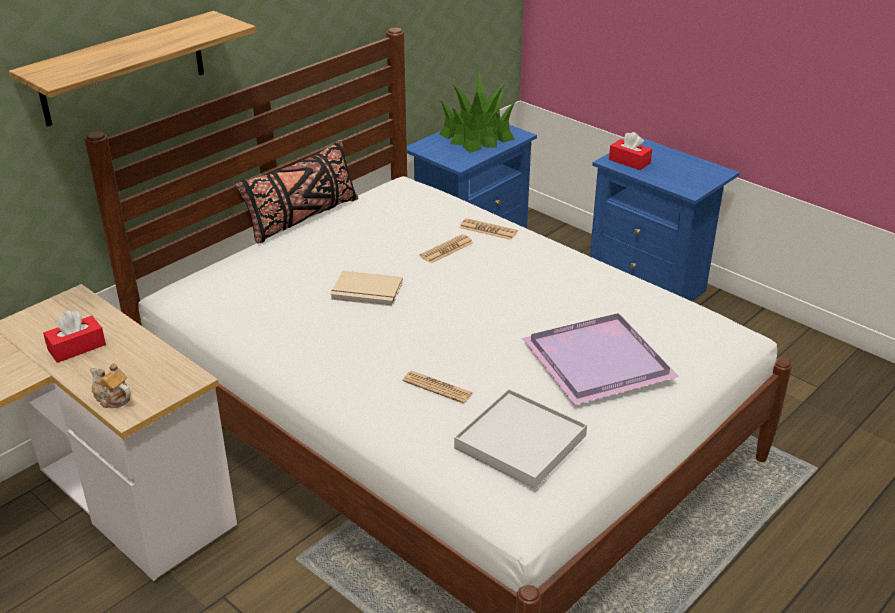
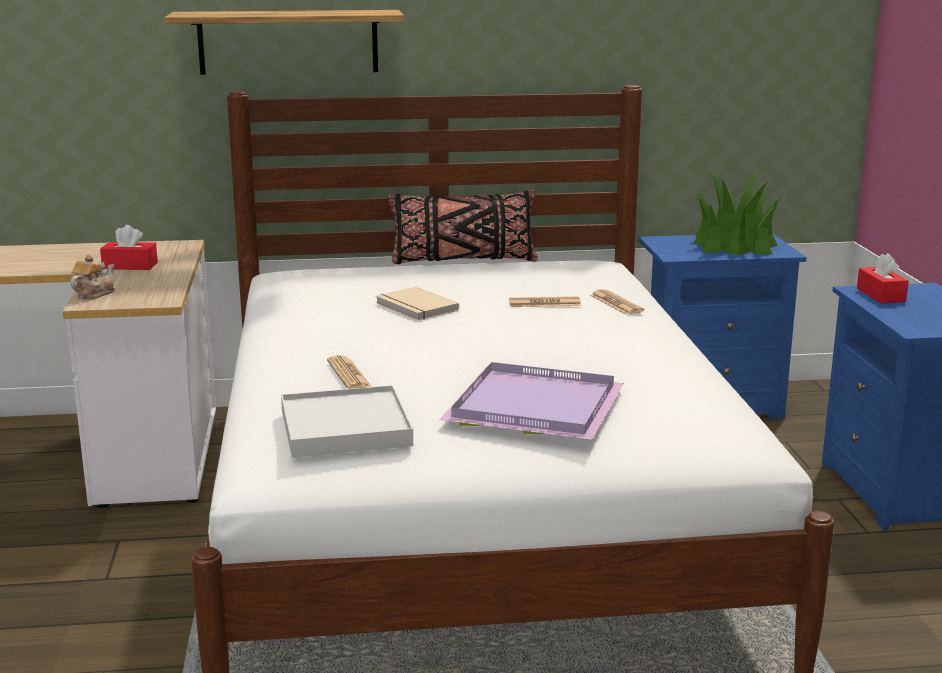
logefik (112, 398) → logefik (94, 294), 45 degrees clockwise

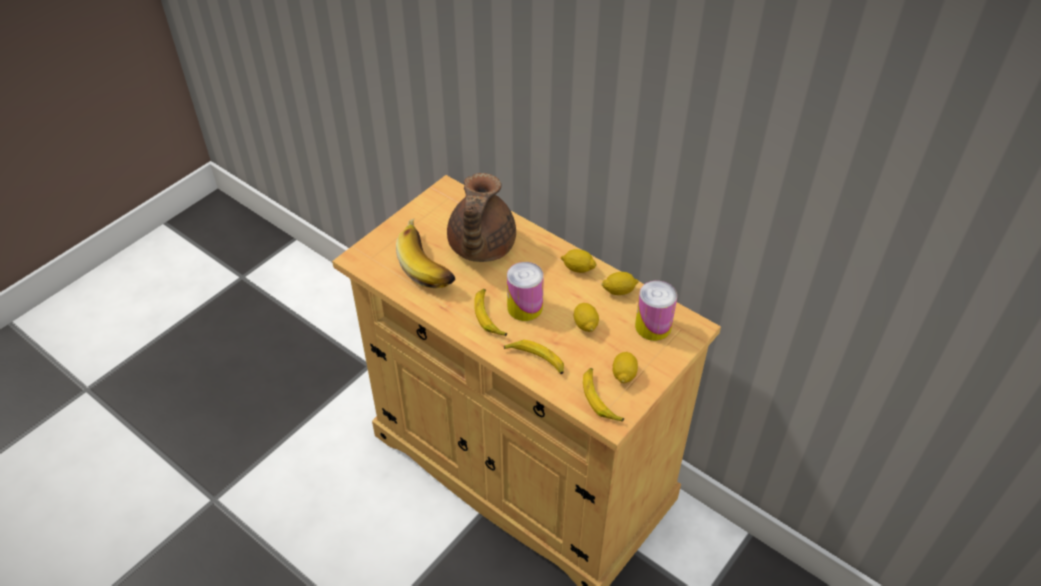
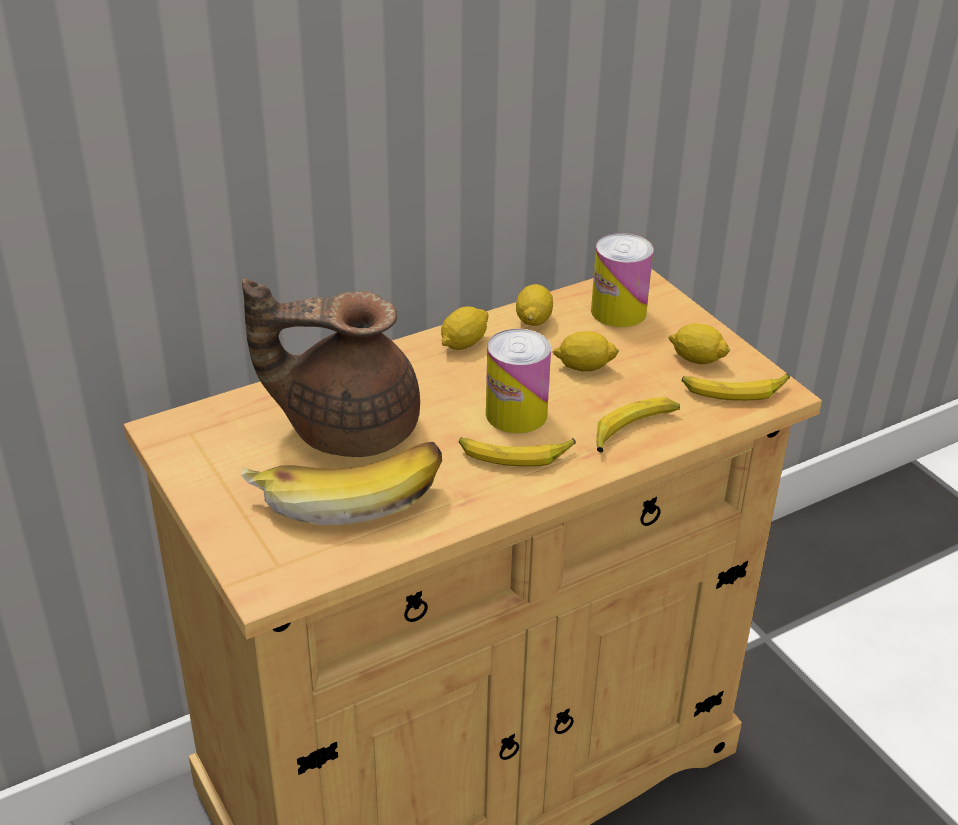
brown logefik (480, 247) → brown logefik (347, 427), 150 degrees clockwise

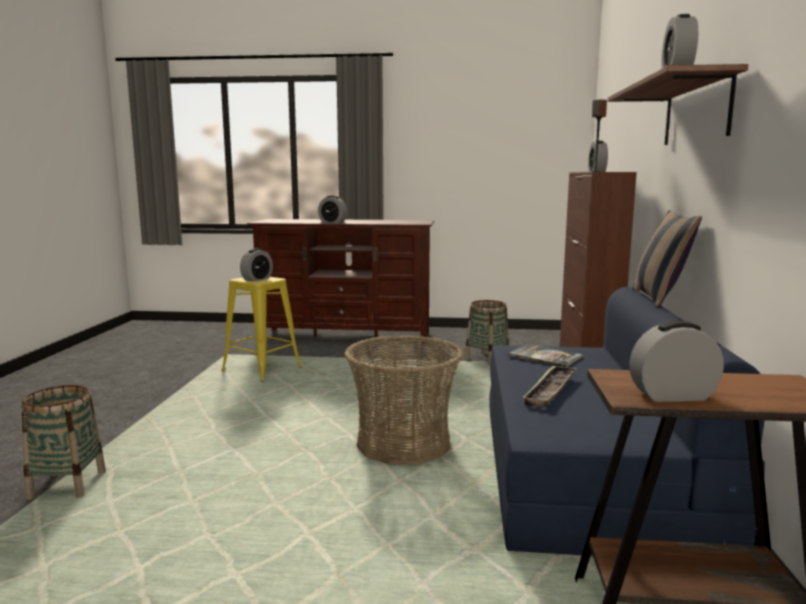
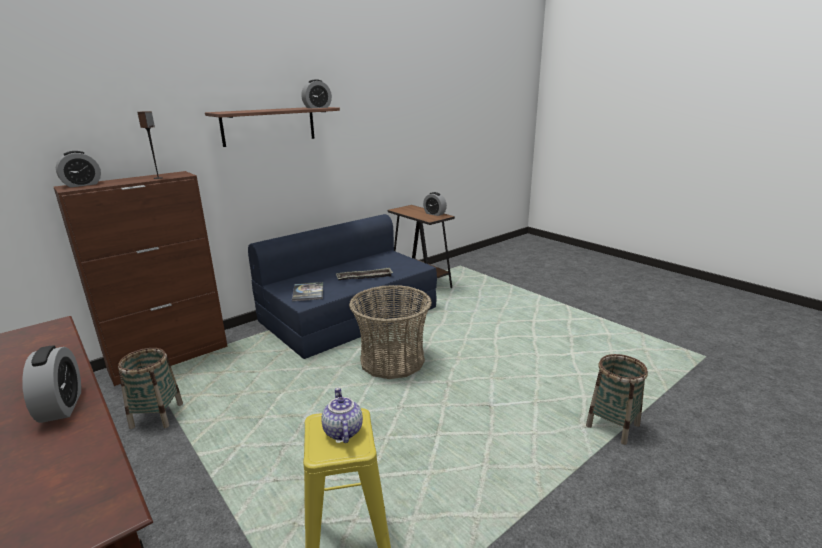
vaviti (257, 279) → logefik (342, 431)
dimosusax (659, 298) → -

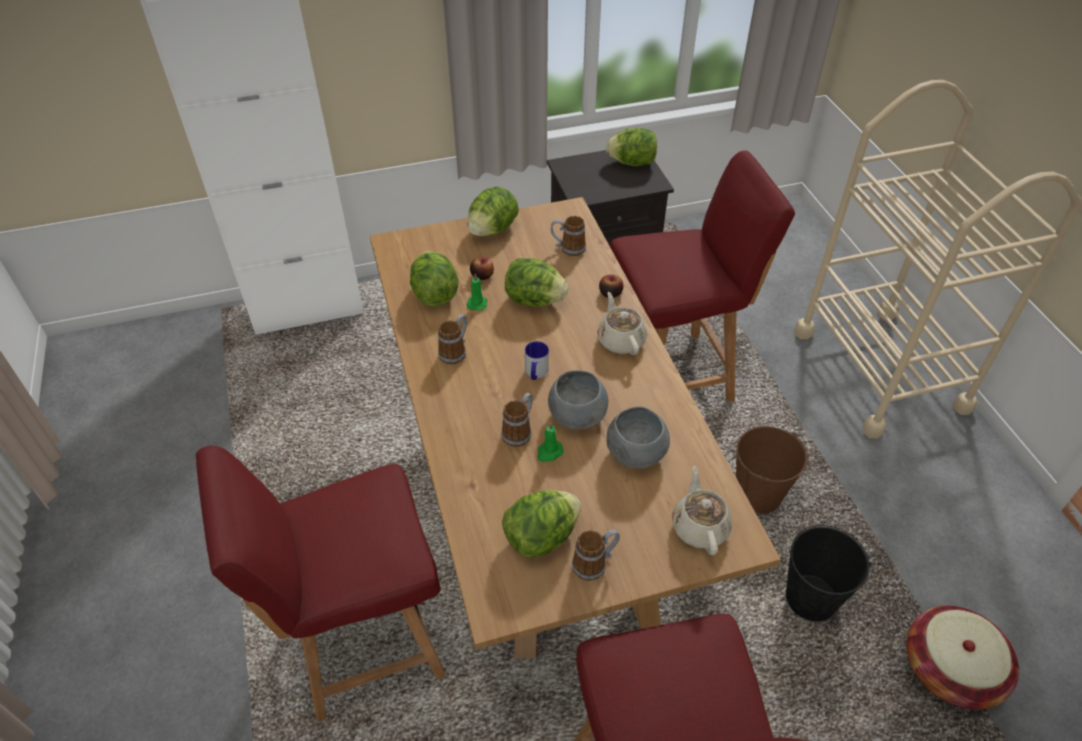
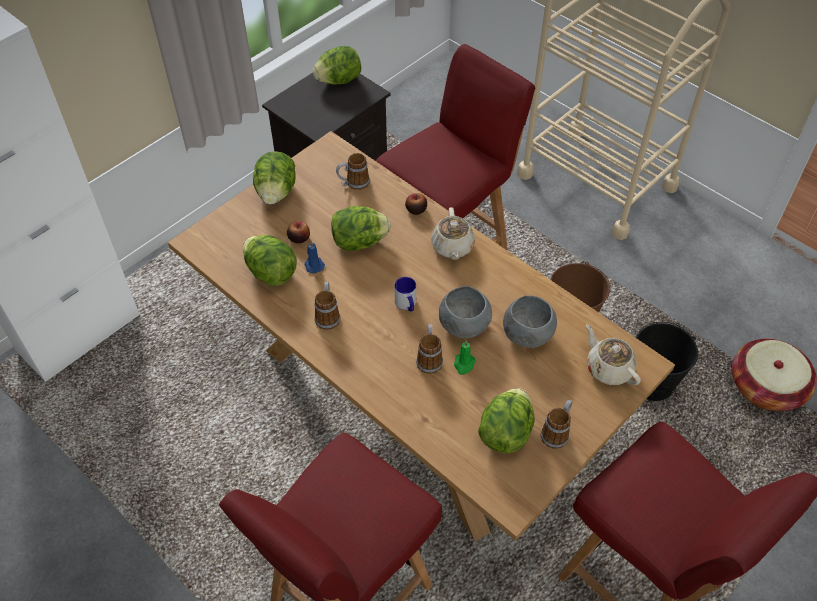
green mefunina (477, 303) → blue mefunina (313, 265)
beige logefik (620, 340) → beige logefik (452, 247), 135 degrees counterclockwise

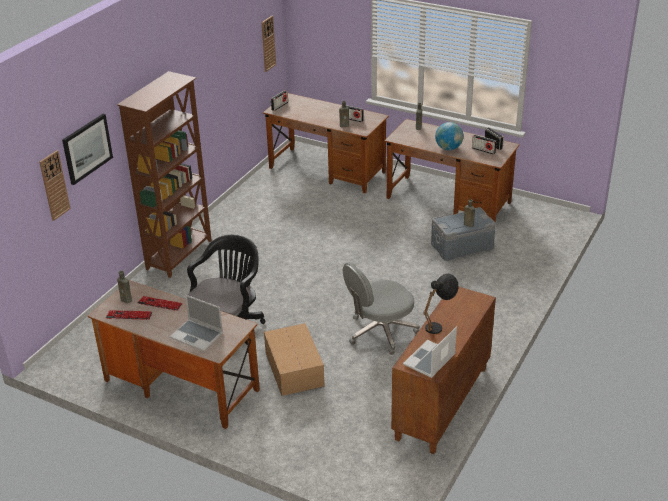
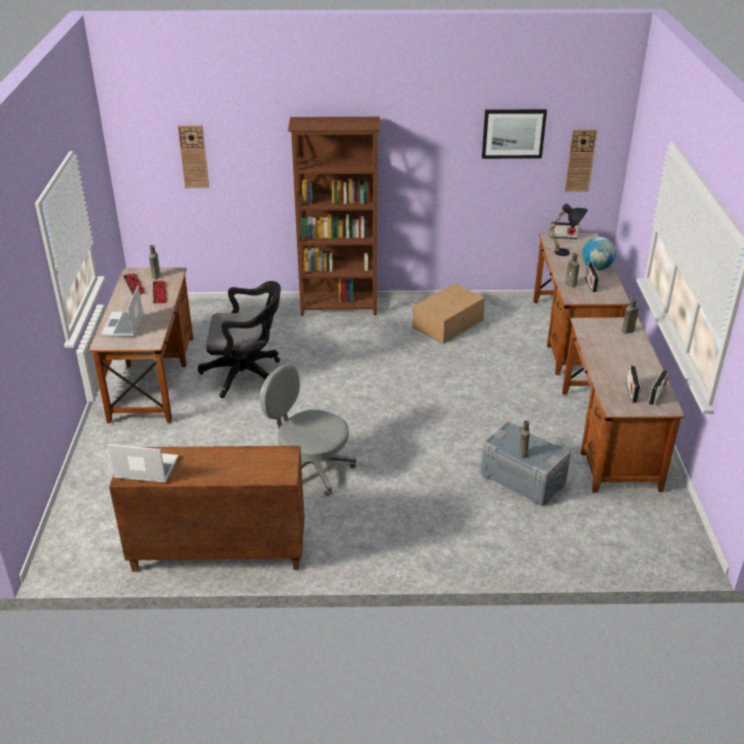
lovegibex (87, 148) → lovegibex (513, 133), shifted
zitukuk (294, 368) → zitukuk (449, 323), shifted
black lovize (439, 326) → black lovize (567, 254), shifted
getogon (448, 148) → getogon (596, 268), shifted

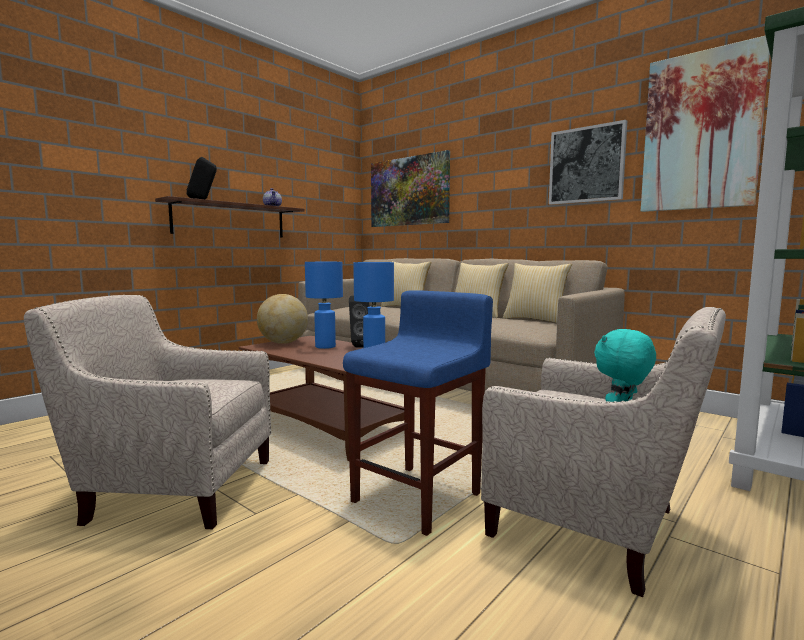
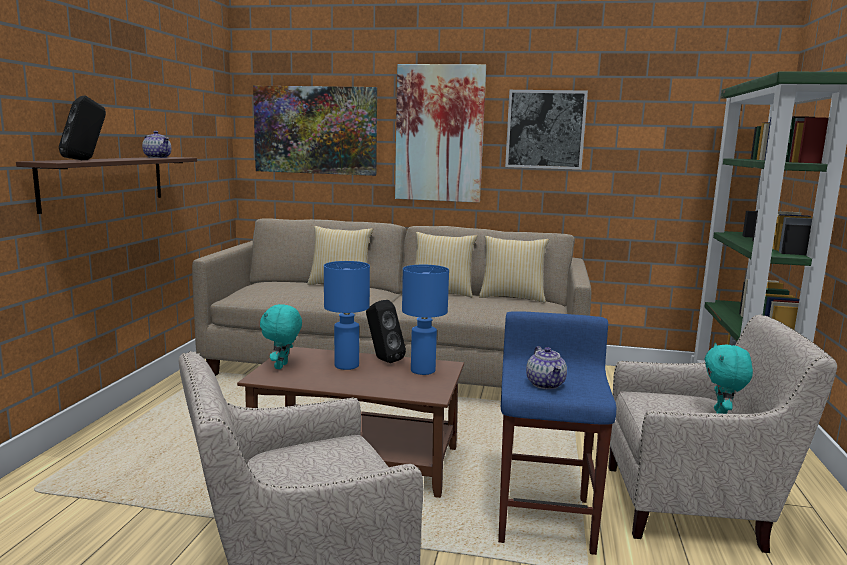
getogon (283, 343) → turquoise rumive (282, 366)
lovegibex (700, 131) → lovegibex (439, 134), shifted
- → logefik (546, 384)

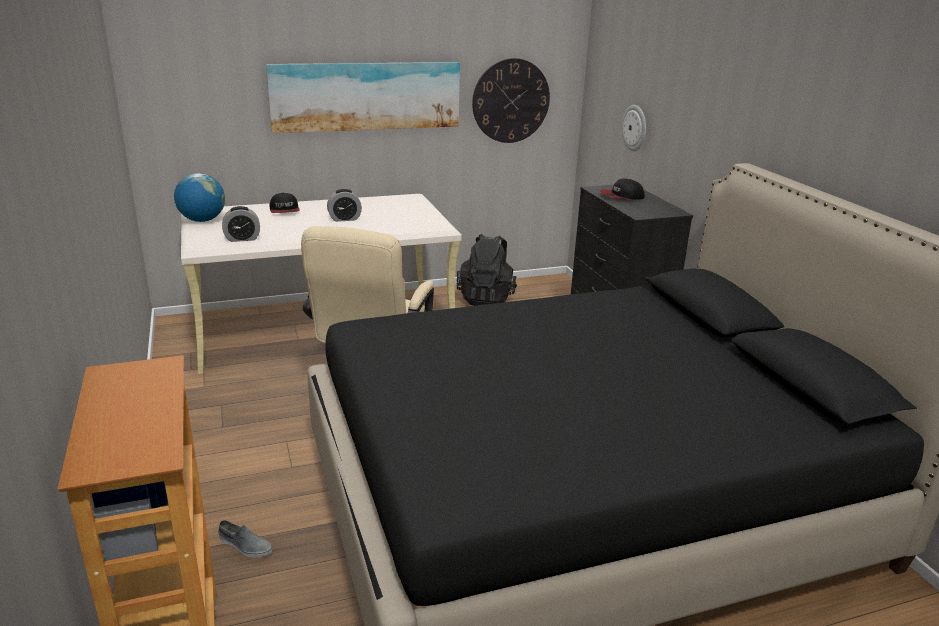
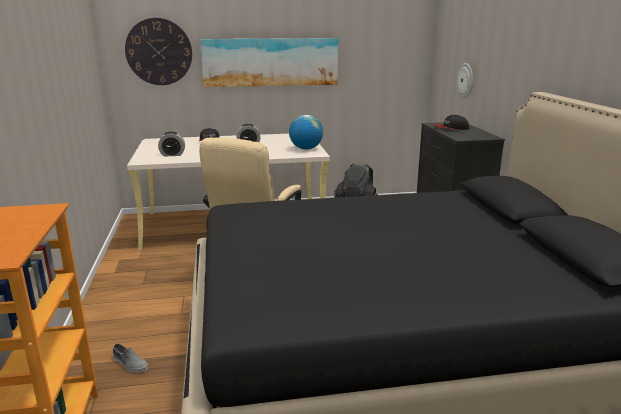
getogon (202, 220) → getogon (306, 149), shifted
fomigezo (511, 101) → fomigezo (159, 52), shifted

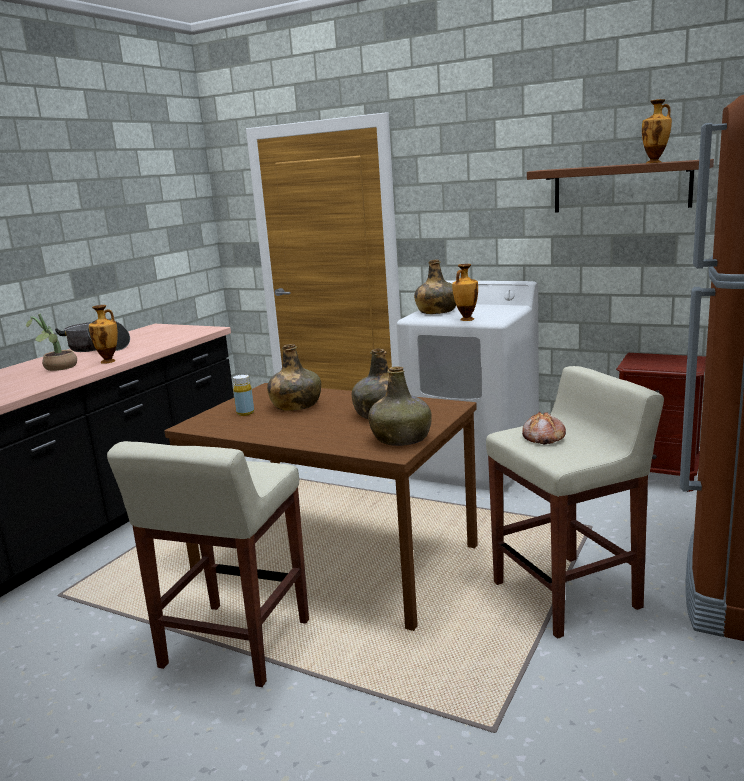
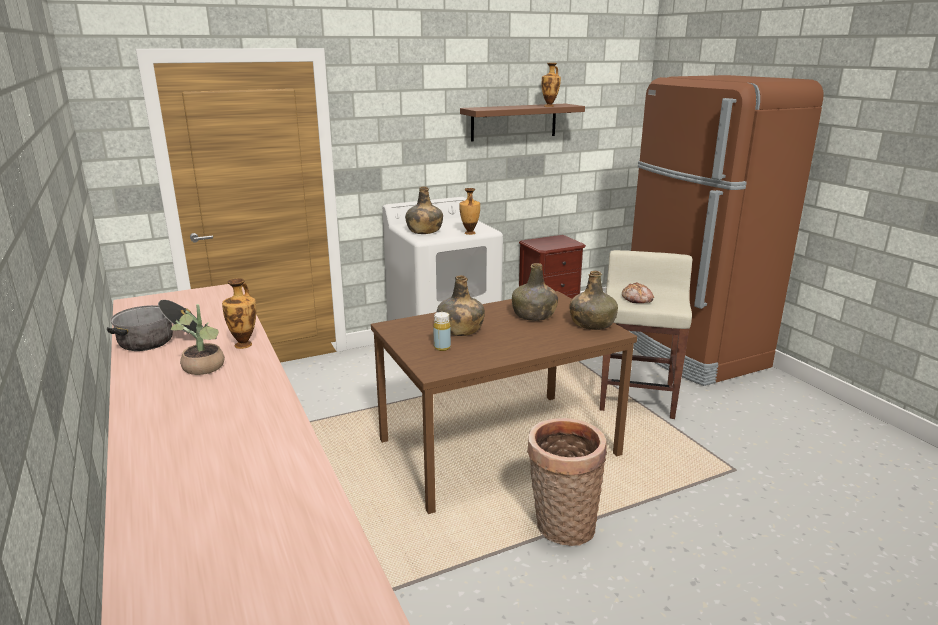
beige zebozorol (234, 645) → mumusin (561, 526)

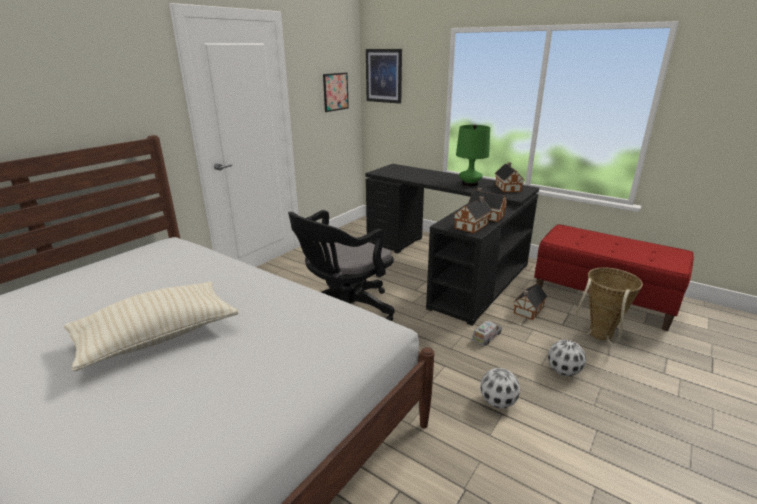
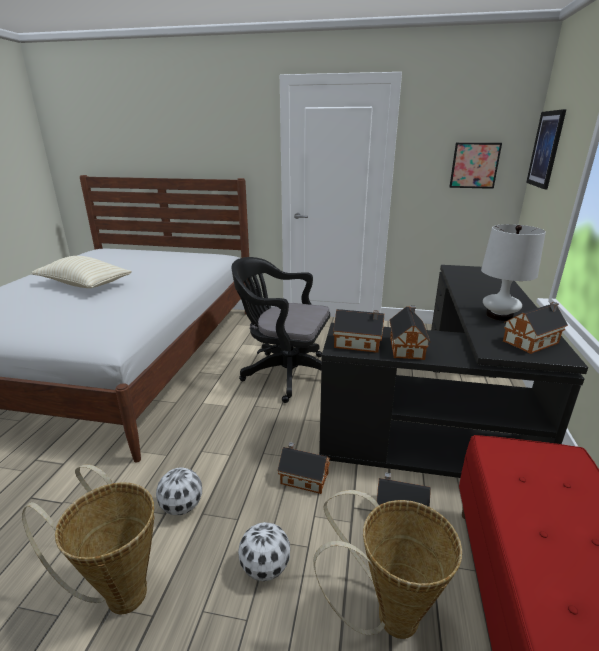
green lovize (469, 184) → white lovize (499, 316)
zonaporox (486, 337) → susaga (302, 477)
- → mumusin (120, 591)

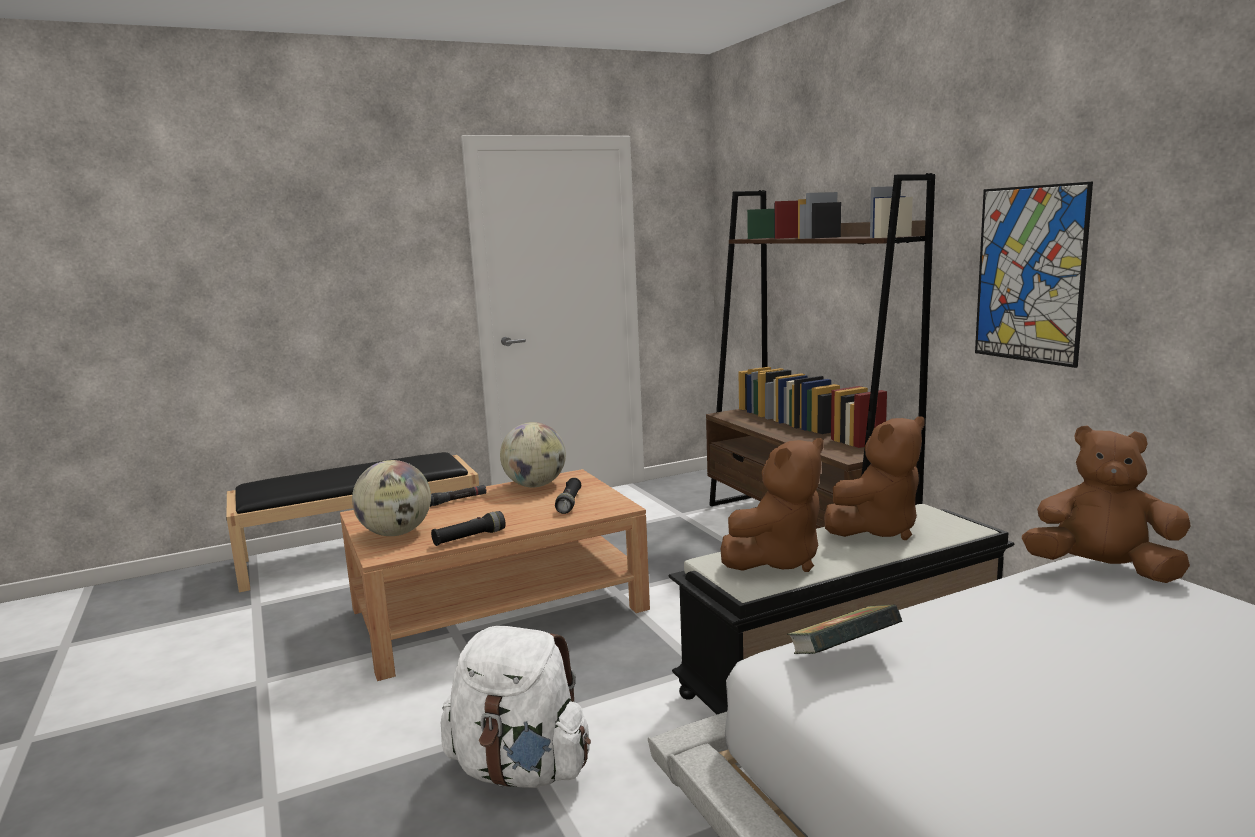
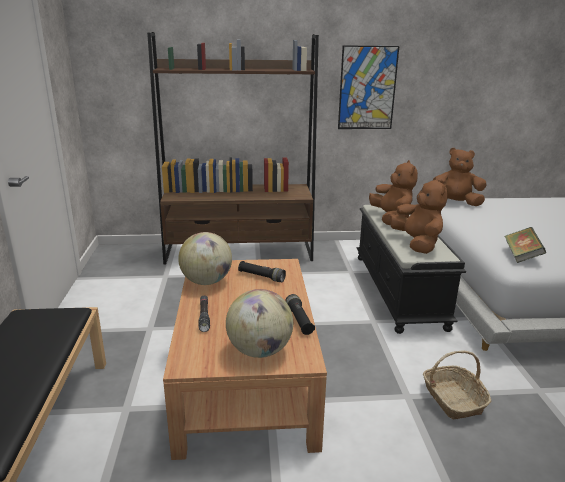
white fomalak (520, 770) → mumusin (452, 399)
brown rumive (1102, 570) → brown rumive (455, 203), 60 degrees clockwise

